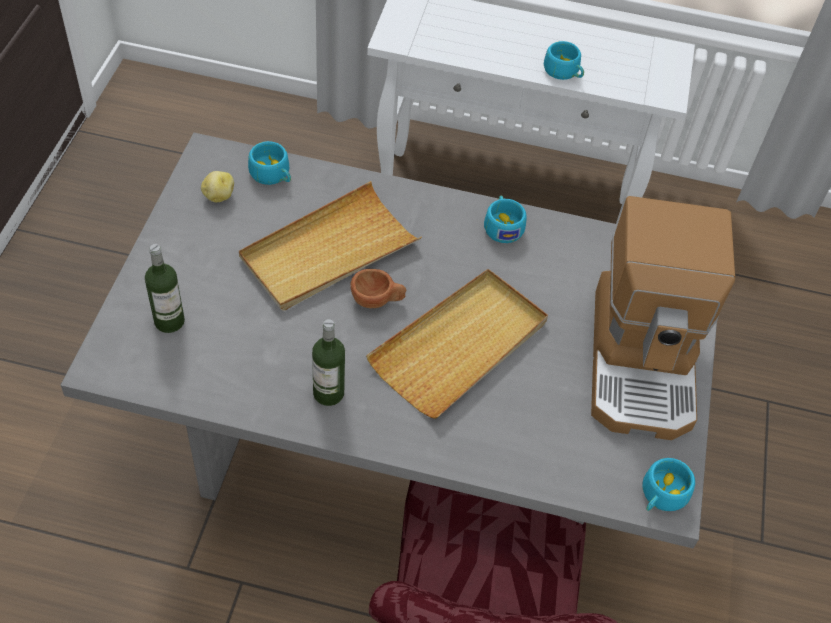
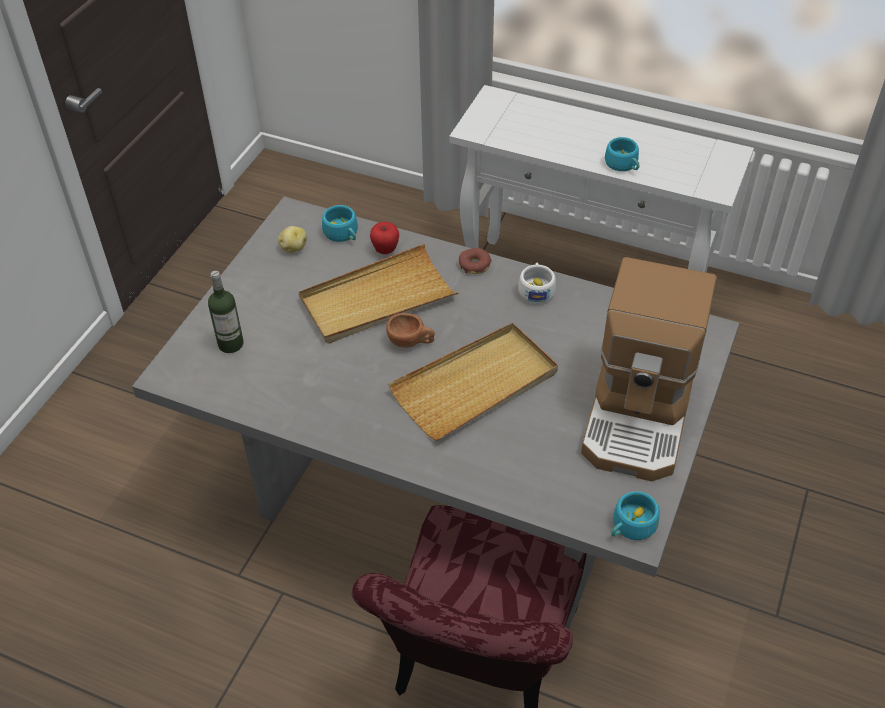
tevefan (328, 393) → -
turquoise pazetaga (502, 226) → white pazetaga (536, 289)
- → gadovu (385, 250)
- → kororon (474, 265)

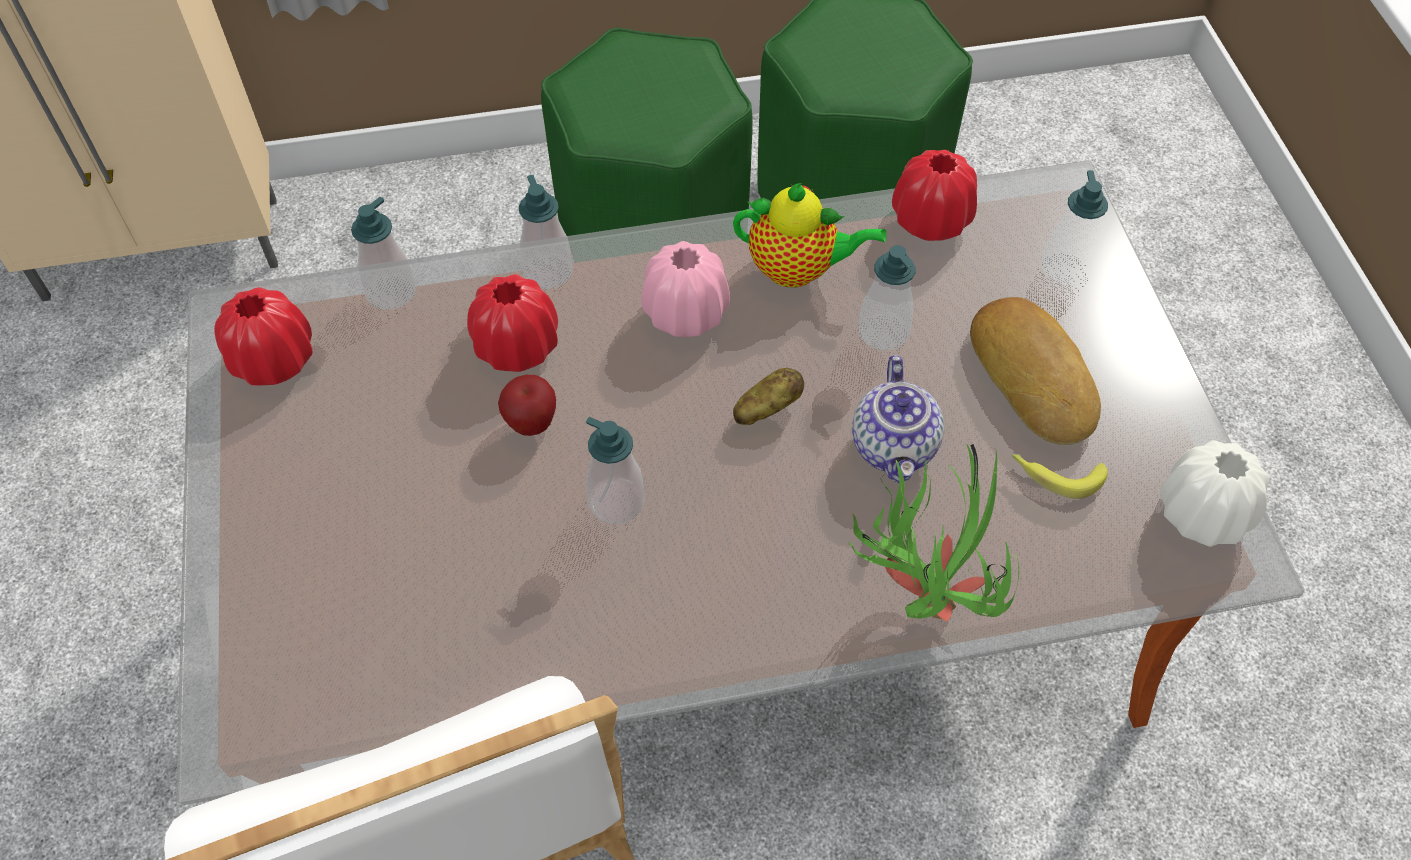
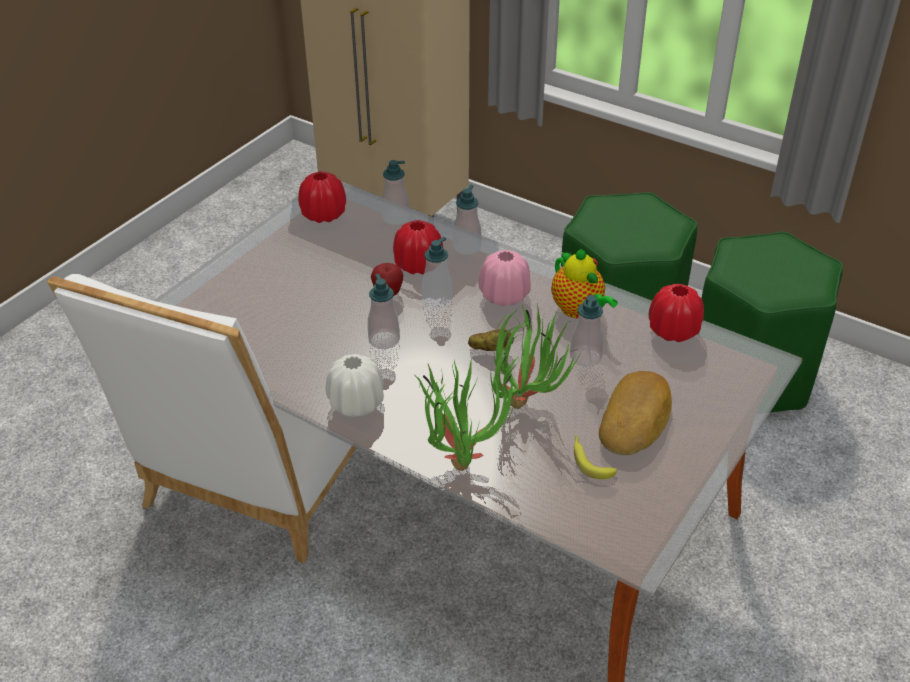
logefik (895, 447) → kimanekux (528, 400)
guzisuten (1065, 268) → guzisuten (437, 300), shifted
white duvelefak (1201, 514) → white duvelefak (356, 403), shifted

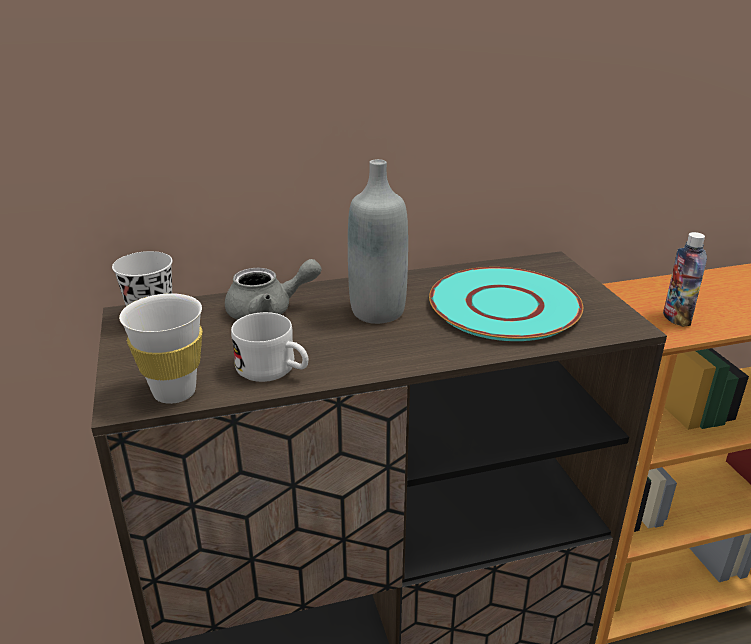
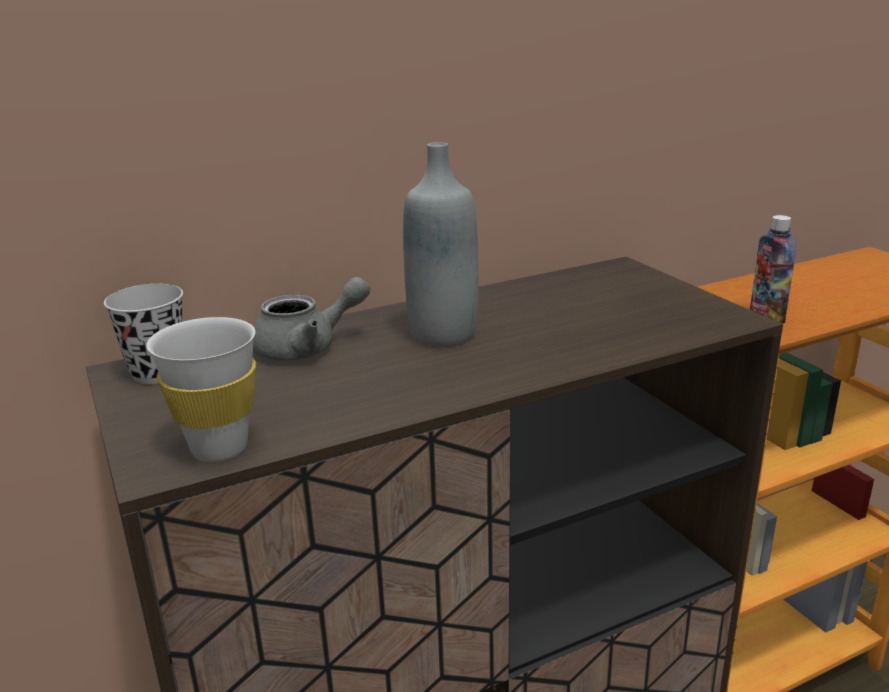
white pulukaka (274, 370) → -
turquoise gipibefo (503, 306) → -

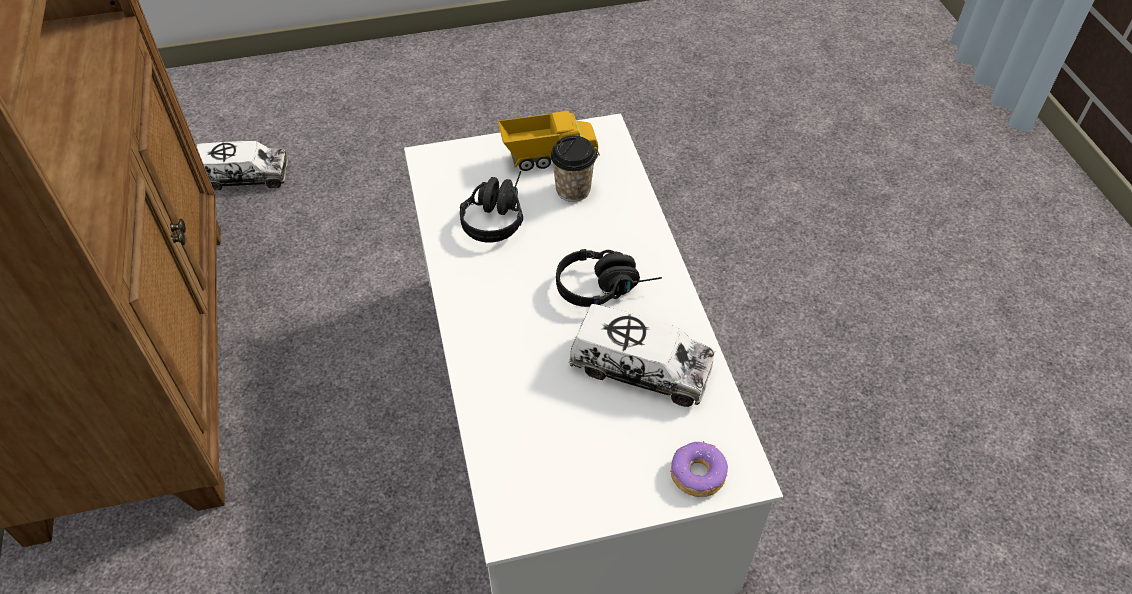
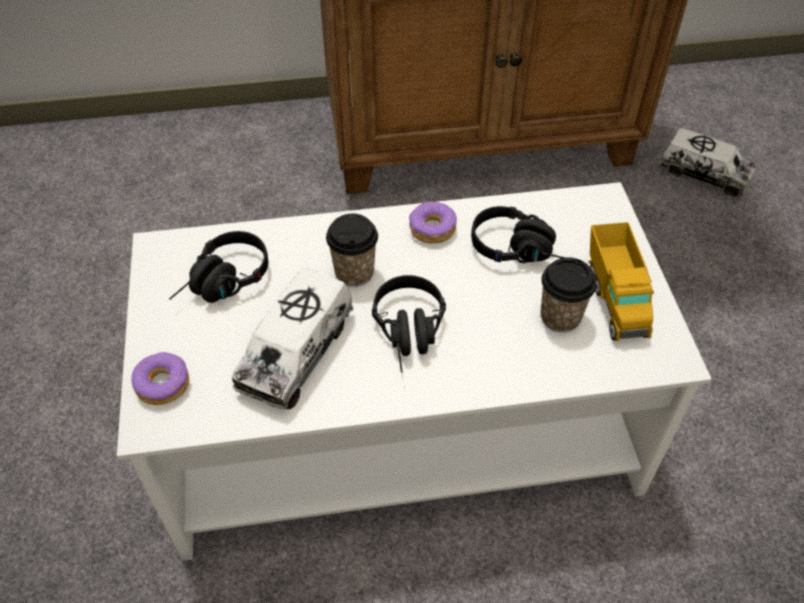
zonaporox (244, 177) → zonaporox (704, 174), 60 degrees counterclockwise
- → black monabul (223, 284)
- → pazetaga (354, 272)
- → kororon (432, 229)

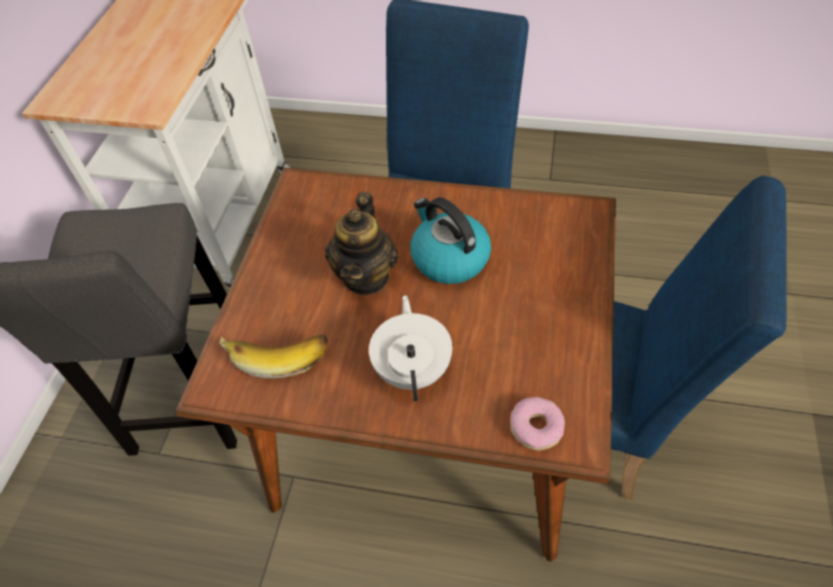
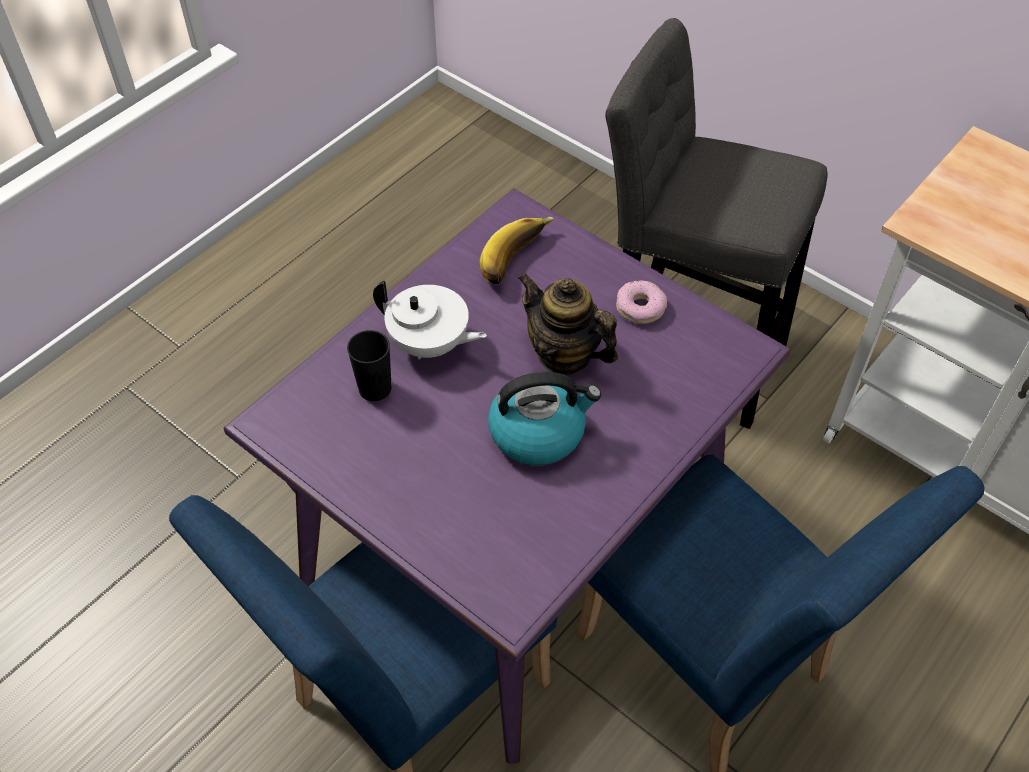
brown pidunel (429, 425) → purple pidunel (513, 552)
kororon (536, 427) → kororon (640, 307), shifted
- → black pazetaga (375, 388)

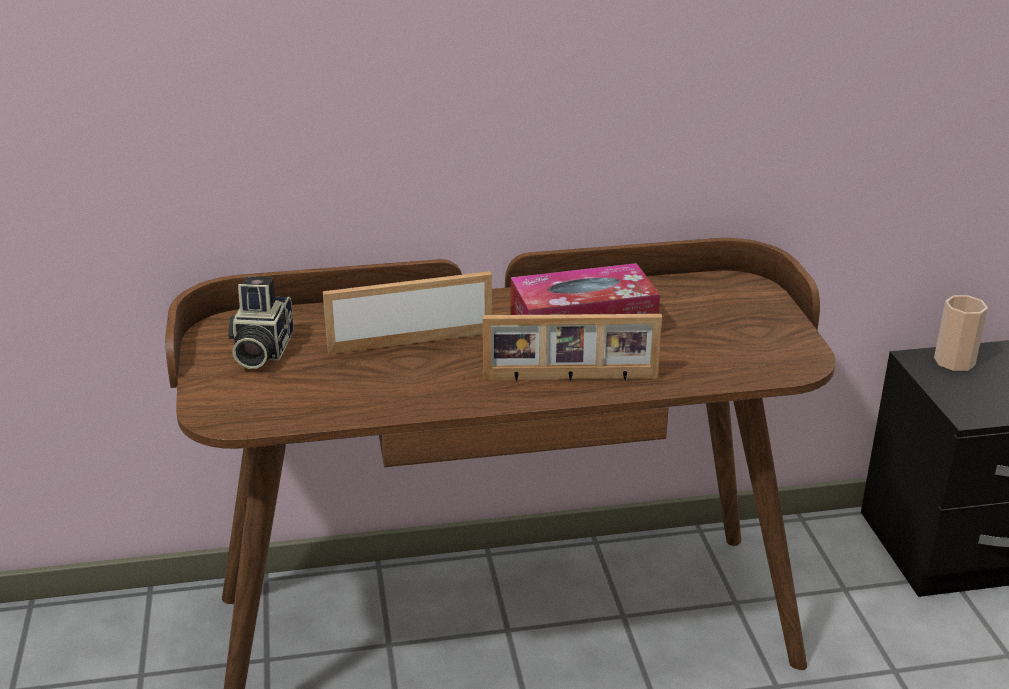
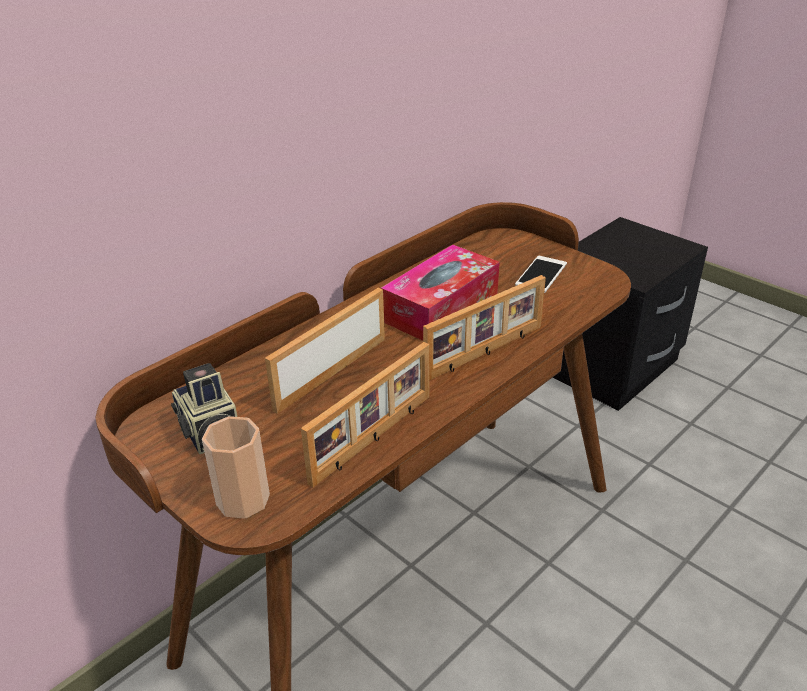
pazetaga (954, 361) → pazetaga (243, 499), shifted
- → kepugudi (374, 439)
- → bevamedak (541, 274)

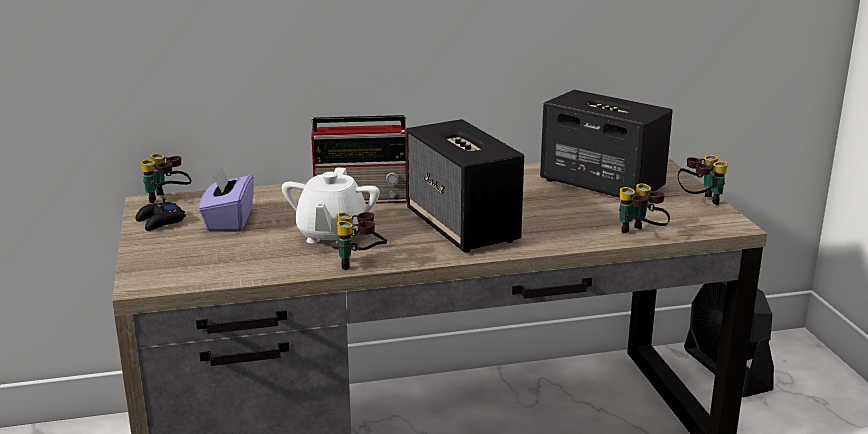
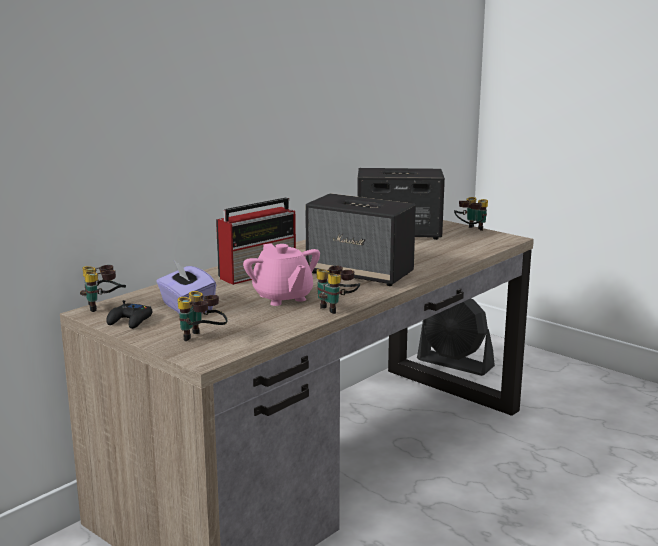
white logefik (332, 235) → pink logefik (282, 297)
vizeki (640, 235) → vizeki (202, 339), shifted

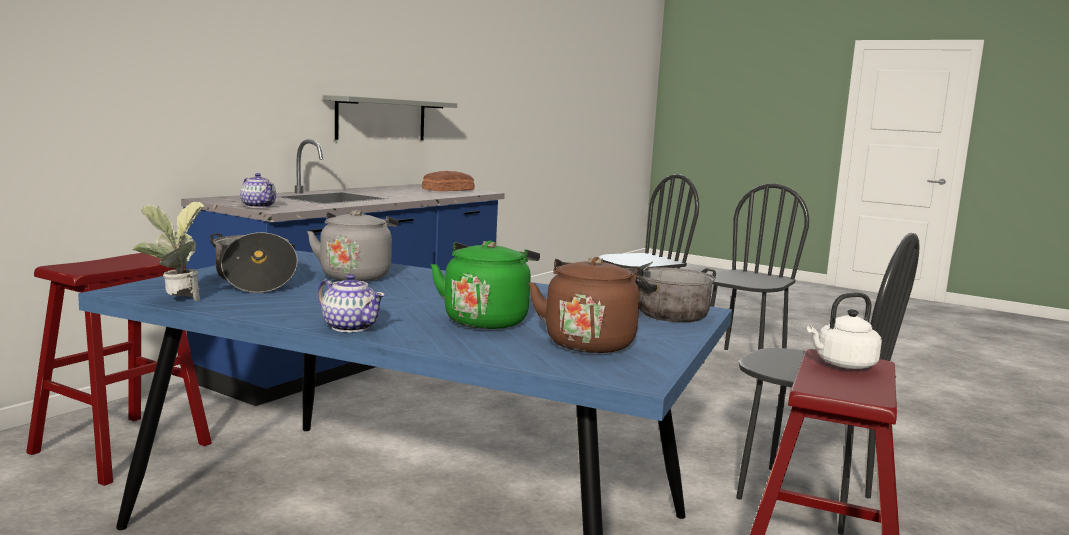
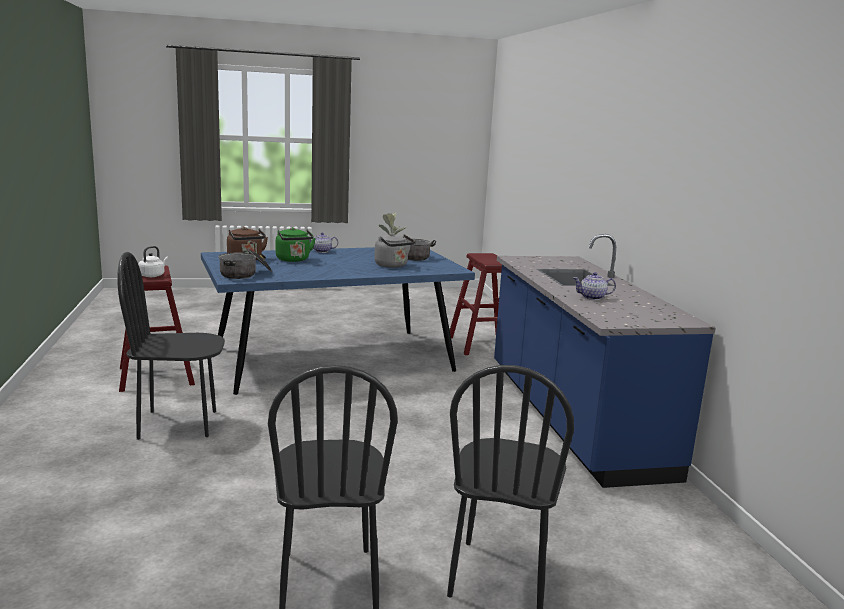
logefik (258, 206) → logefik (592, 297), shifted
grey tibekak (381, 119) → -
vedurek (447, 189) → -

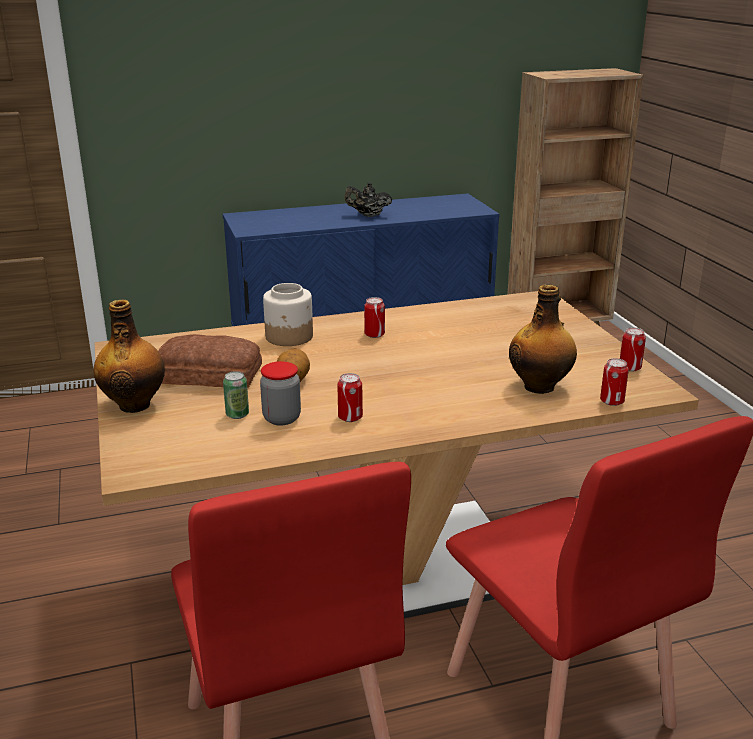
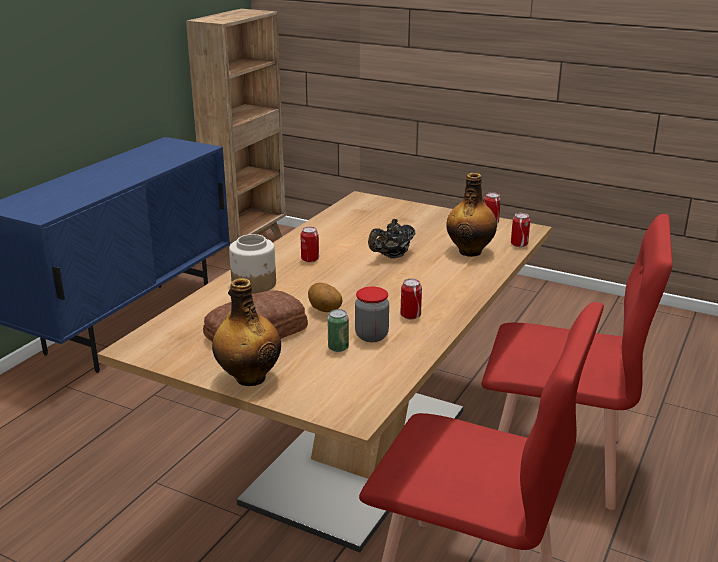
black logefik (368, 215) → black logefik (392, 256), shifted

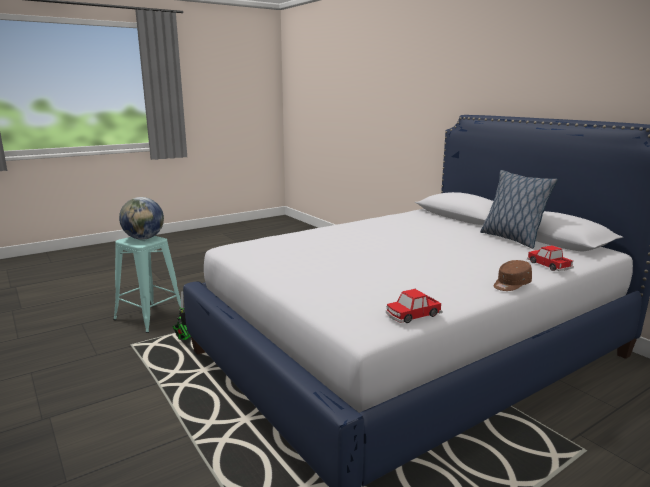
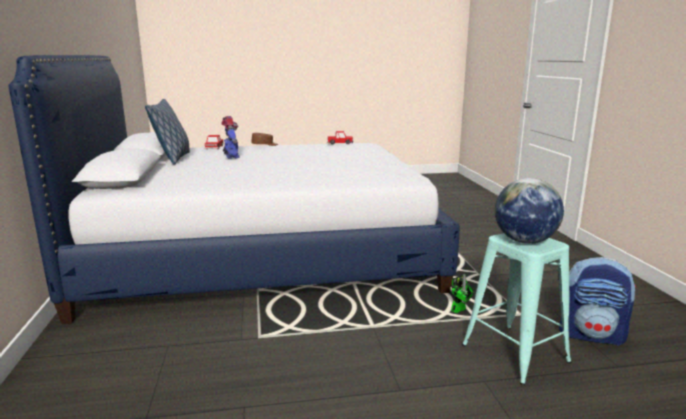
- → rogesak (231, 156)
- → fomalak (591, 335)

